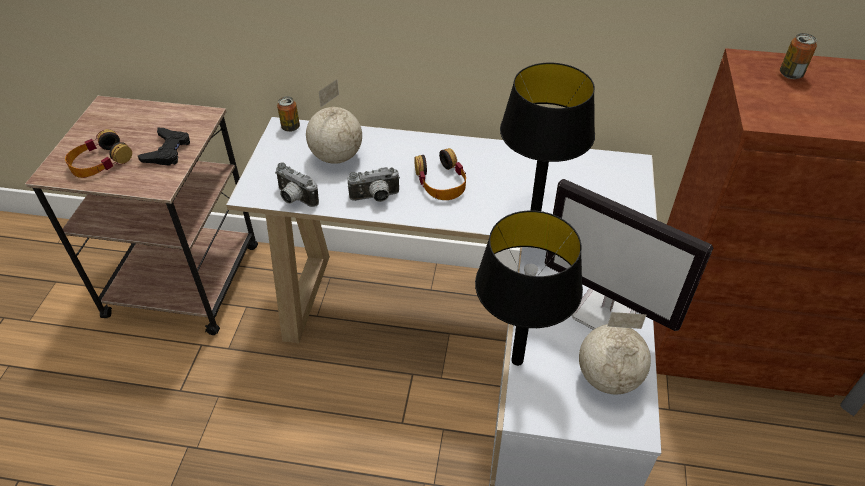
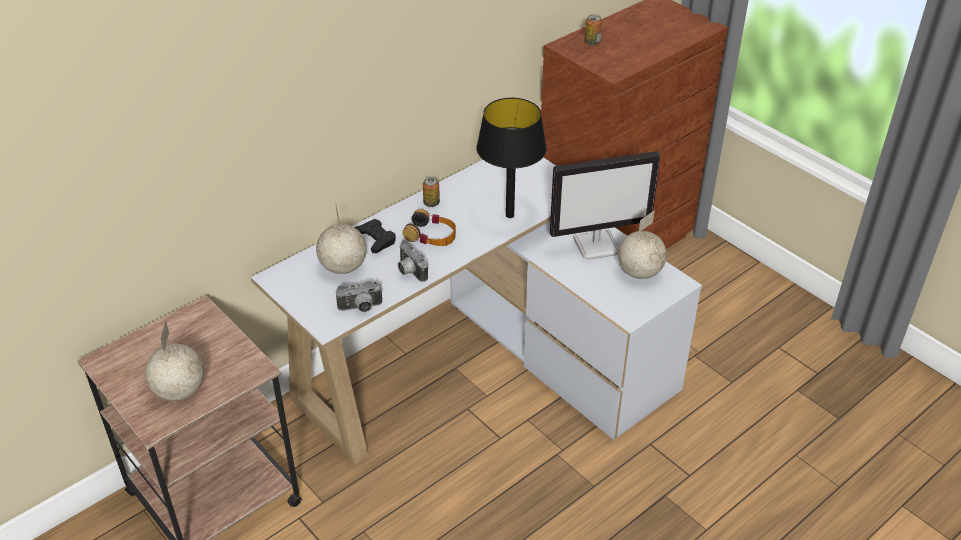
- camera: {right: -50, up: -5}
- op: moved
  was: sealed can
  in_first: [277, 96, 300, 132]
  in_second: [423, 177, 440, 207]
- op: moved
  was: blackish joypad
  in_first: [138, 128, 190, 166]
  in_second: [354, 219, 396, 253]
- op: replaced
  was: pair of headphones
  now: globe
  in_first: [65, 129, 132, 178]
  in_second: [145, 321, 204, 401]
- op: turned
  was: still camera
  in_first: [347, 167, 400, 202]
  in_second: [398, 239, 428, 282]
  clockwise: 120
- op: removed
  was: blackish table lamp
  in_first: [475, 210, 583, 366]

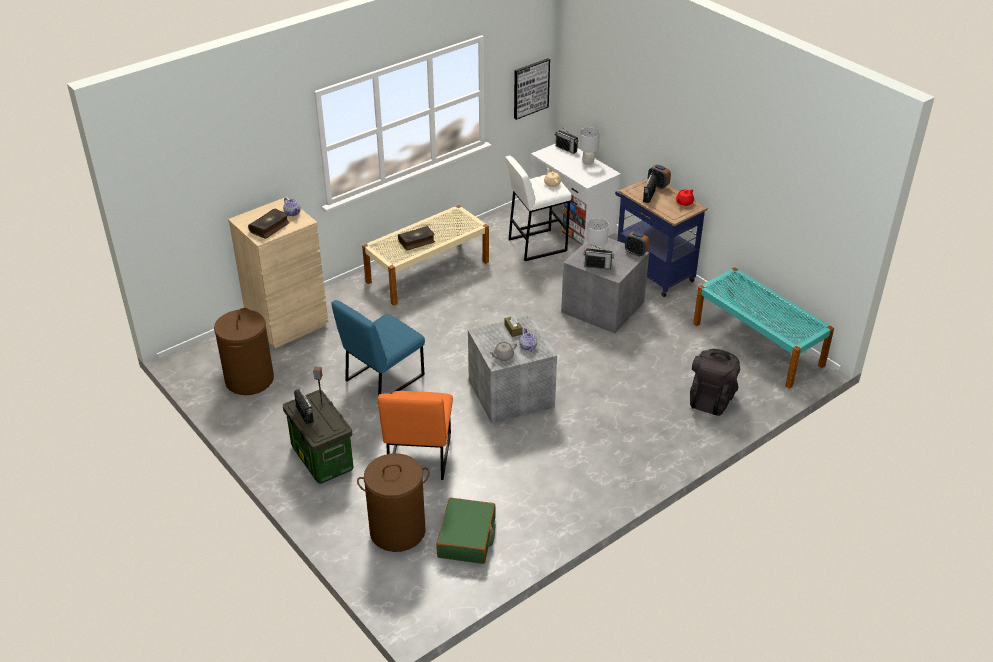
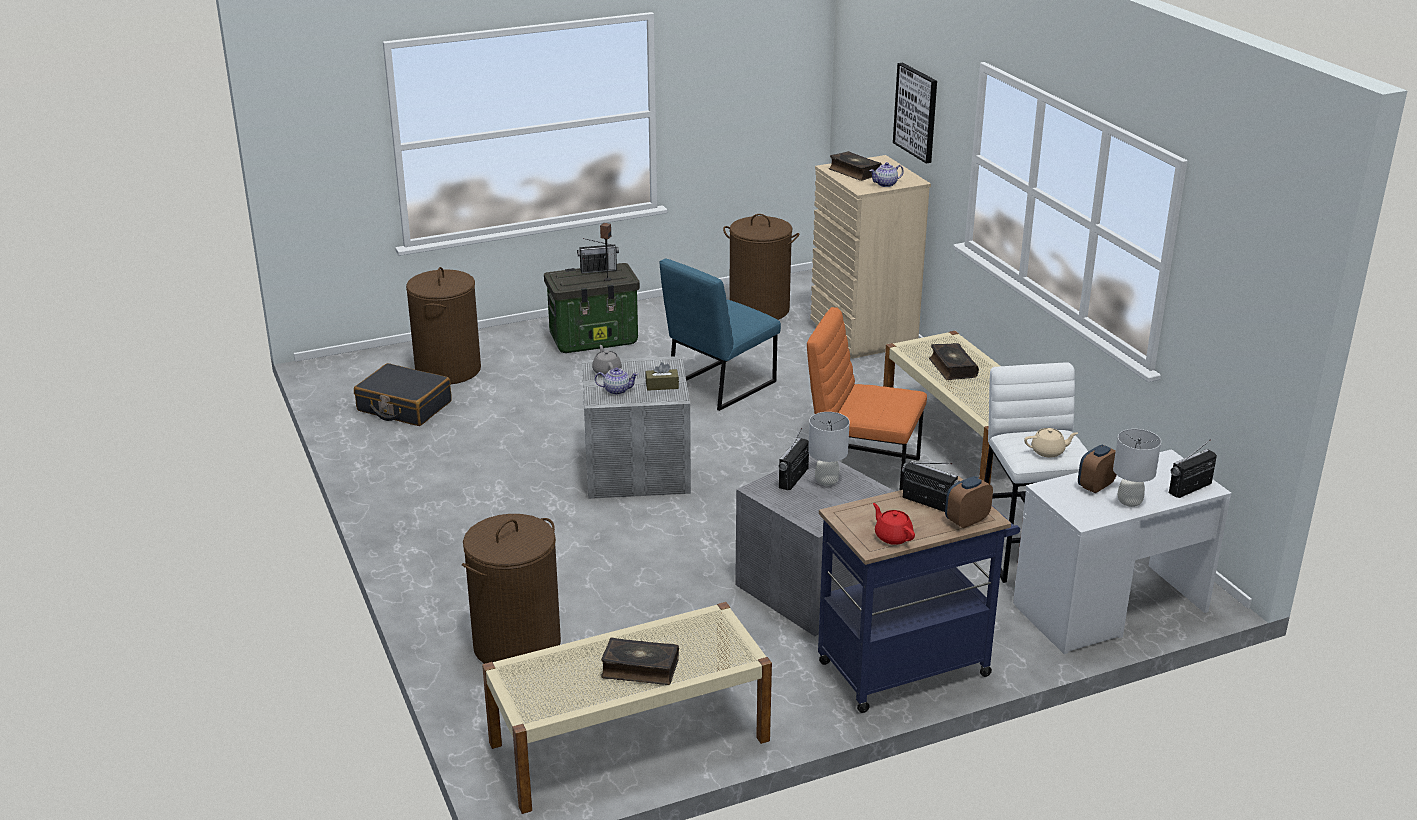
- camera: {right: 105, up: -10}
- op: moved
  was: wall picture
  in_first: [514, 58, 550, 120]
  in_second: [893, 63, 937, 164]
- op: moved
  was: bedside clock
  in_first: [625, 231, 649, 257]
  in_second: [1078, 445, 1117, 493]
- op: recoloured
  was: blue-green long seat
  now: beige-coloured long seat
  in_first: [693, 267, 834, 389]
  in_second: [482, 602, 772, 814]
- op: turned
  was: bluish upright chair
  in_first: [331, 300, 425, 395]
  in_second: [660, 259, 781, 411]
  clockwise: -105
- op: replaced
  was: blackish rucksack
  now: brown-coloured hamper
  in_first: [690, 349, 740, 416]
  in_second: [462, 514, 561, 664]
- op: moved
  was: orange-coloured upright chair
  in_first: [378, 391, 453, 480]
  in_second: [807, 307, 927, 490]
- op: recoloured
  was: green-coloured travel case
  now: blackish travel case
  in_first: [436, 498, 496, 564]
  in_second: [354, 363, 452, 426]
- op: added
  now: bound book
  in_second: [601, 637, 679, 685]

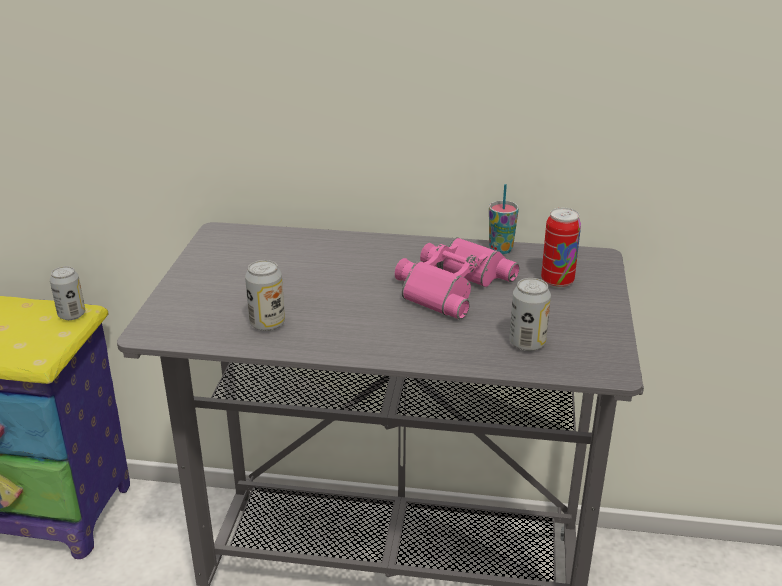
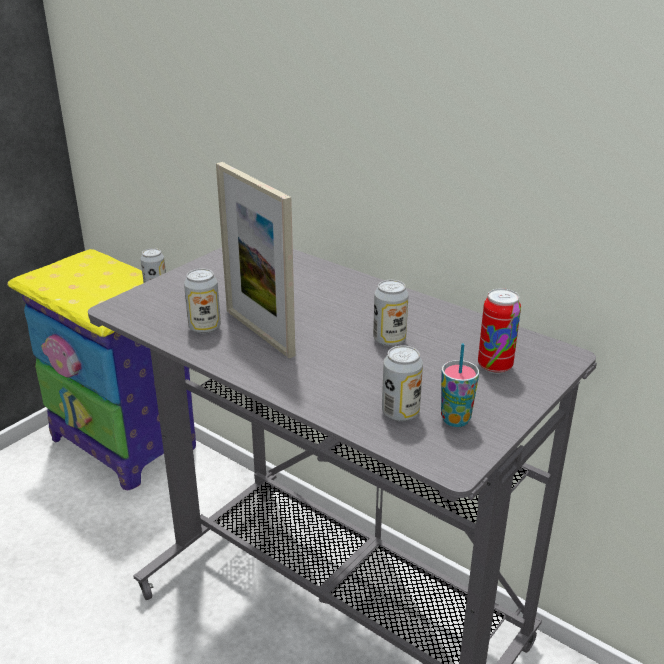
- camera: {right: 30, up: 0}
- op: moved
  was: cup
  in_first: [489, 184, 519, 254]
  in_second: [441, 343, 479, 427]
- op: replaced
  was: pinkish binoculars
  now: sealed can
  in_first: [395, 237, 519, 320]
  in_second: [373, 280, 409, 346]
- op: added
  now: standing frame
  in_second: [216, 162, 296, 358]

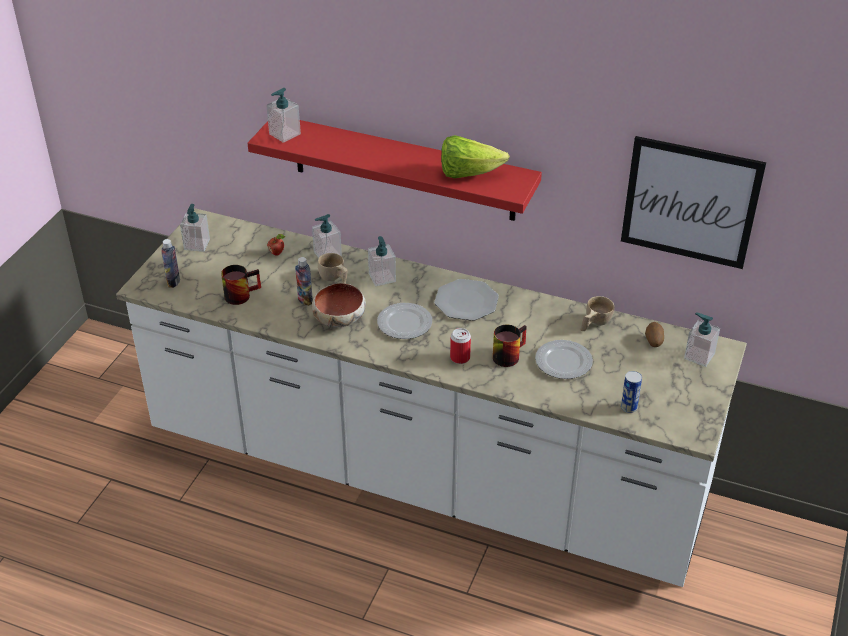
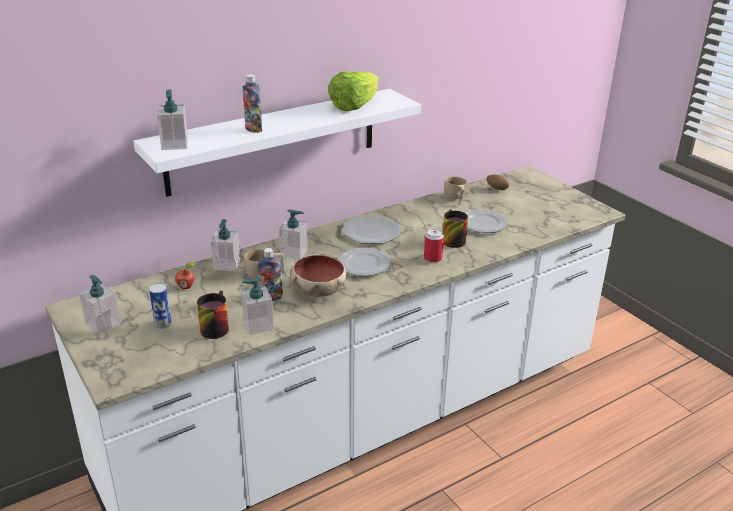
- camera: {right: -55, up: -10}
- op: recoloured
  was: red-coloured shelf
  now: white shelf
  in_first: [247, 120, 542, 221]
  in_second: [133, 89, 421, 197]
- op: removed
  was: wall picture
  in_first: [621, 136, 766, 269]
- op: moved
  was: bottle
  in_first: [161, 239, 180, 288]
  in_second: [243, 74, 262, 133]
- op: moved
  was: soap dispenser
  in_first: [684, 312, 720, 367]
  in_second: [241, 277, 274, 335]
- op: moved
  was: sealed can
  in_first: [621, 371, 642, 413]
  in_second: [149, 283, 171, 329]

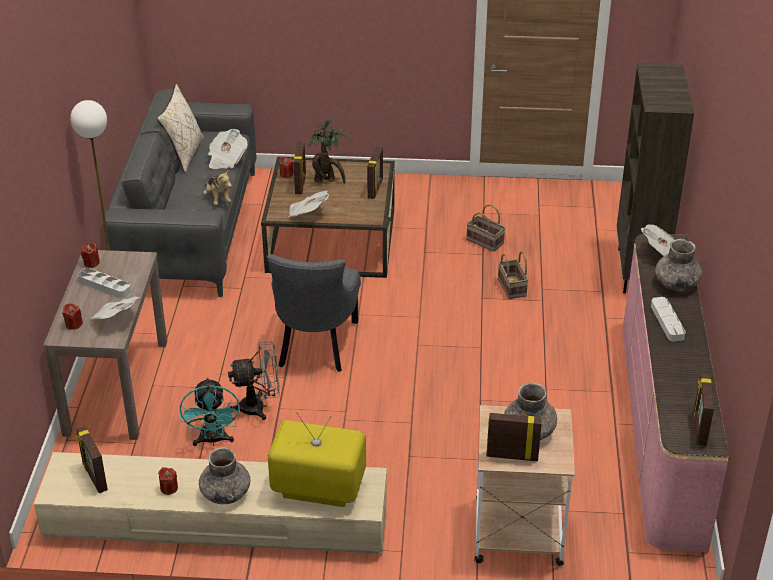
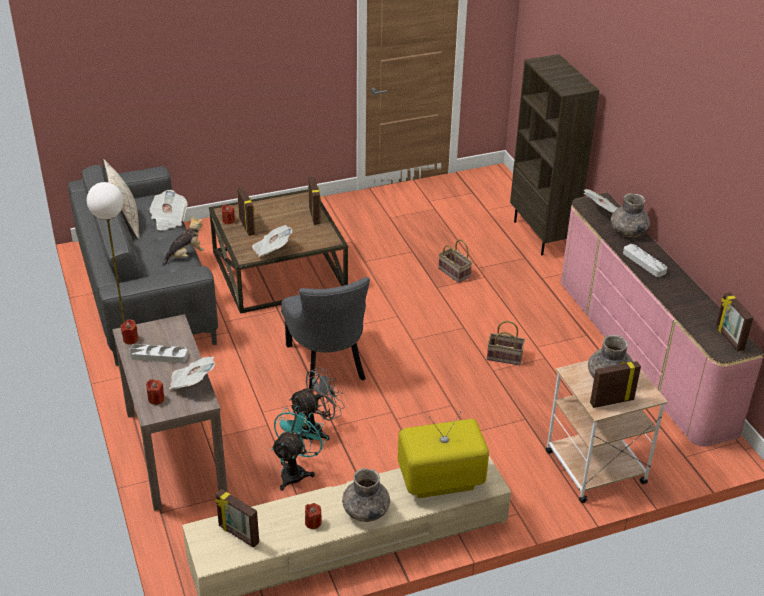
- camera: {right: -25, up: 0}
- op: removed
  was: houseplant
  in_first: [308, 119, 352, 184]
- op: turned
  was: soft toy
  in_first: [203, 171, 232, 205]
  in_second: [162, 216, 204, 266]
  clockwise: -75
- op: moved
  was: household basket
  in_first: [467, 204, 506, 252]
  in_second: [487, 321, 525, 365]
- op: turned
  was: blue-green cooling fan
  in_first: [180, 377, 240, 446]
  in_second: [271, 406, 328, 491]
  clockwise: -120

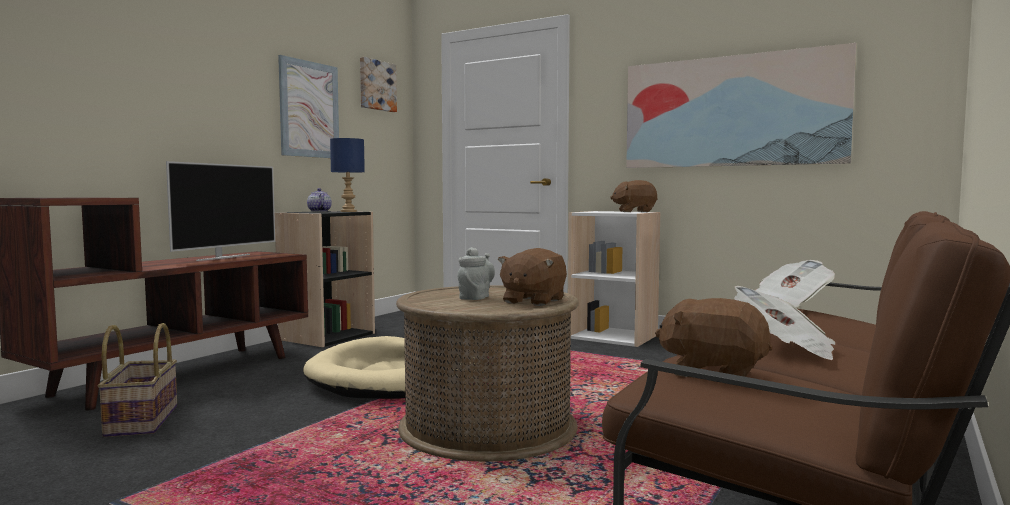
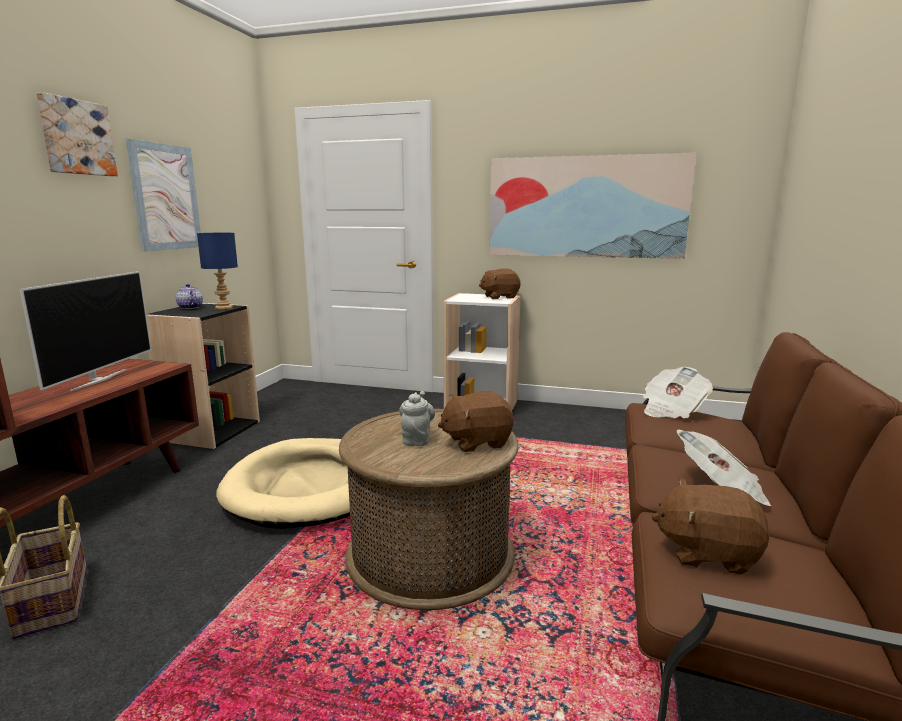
- camera: {right: -15, up: 10}
- op: moved
  was: wall picture
  in_first: [360, 57, 397, 112]
  in_second: [37, 92, 118, 176]
- op: turned
  was: brown-coloured soft toy
  in_first: [497, 248, 567, 306]
  in_second: [438, 392, 514, 452]
  clockwise: 60

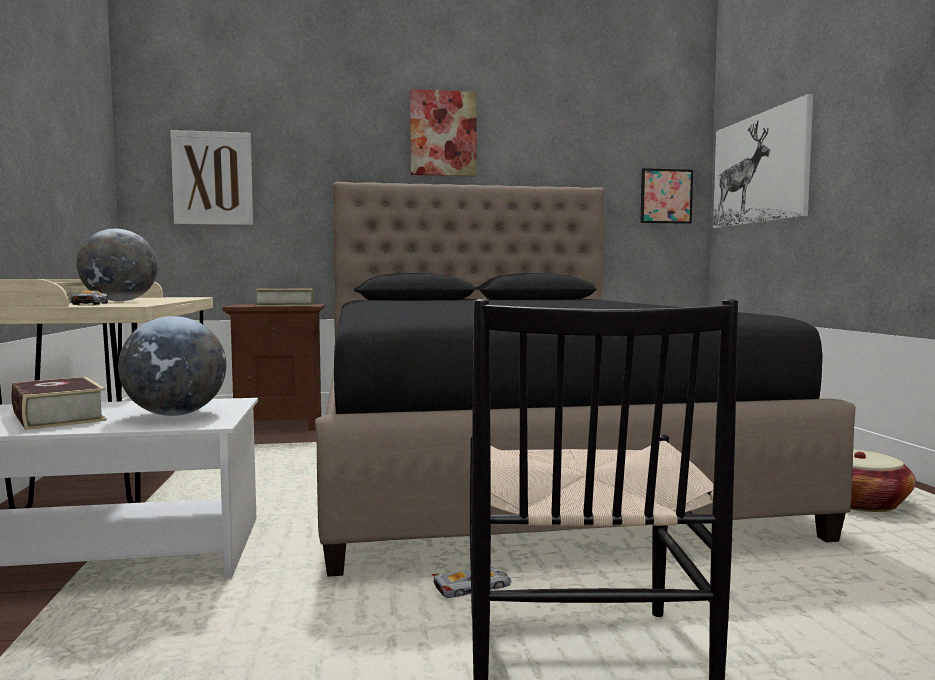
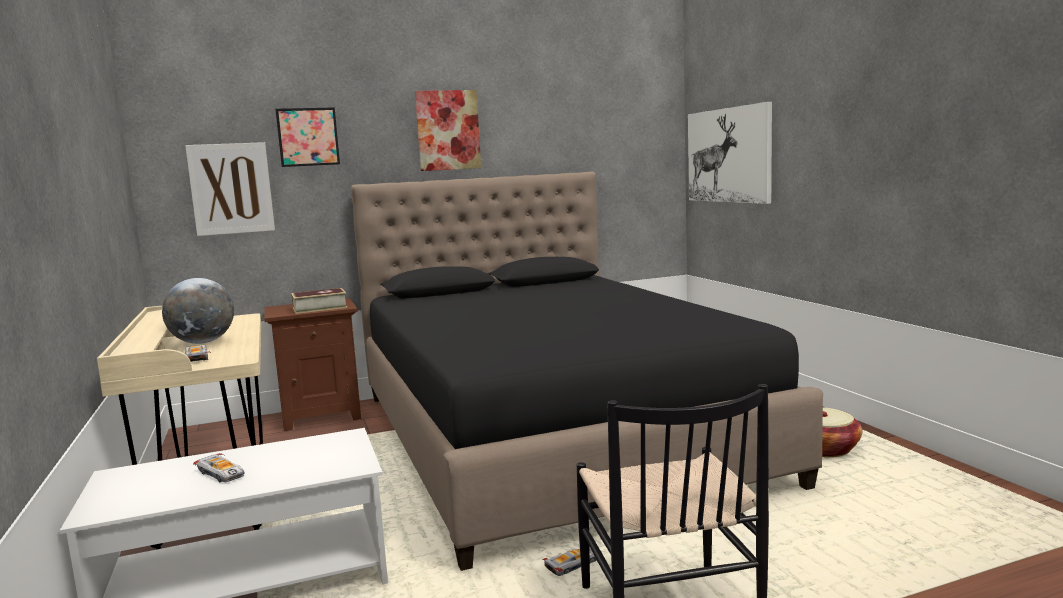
- camera: {right: -10, up: 5}
- op: moved
  was: wall picture
  in_first: [640, 168, 693, 224]
  in_second: [275, 107, 340, 167]
- op: removed
  was: globe
  in_first: [118, 316, 226, 416]
- op: replaced
  was: bound book
  now: toy car
  in_first: [11, 377, 107, 430]
  in_second: [193, 453, 245, 483]

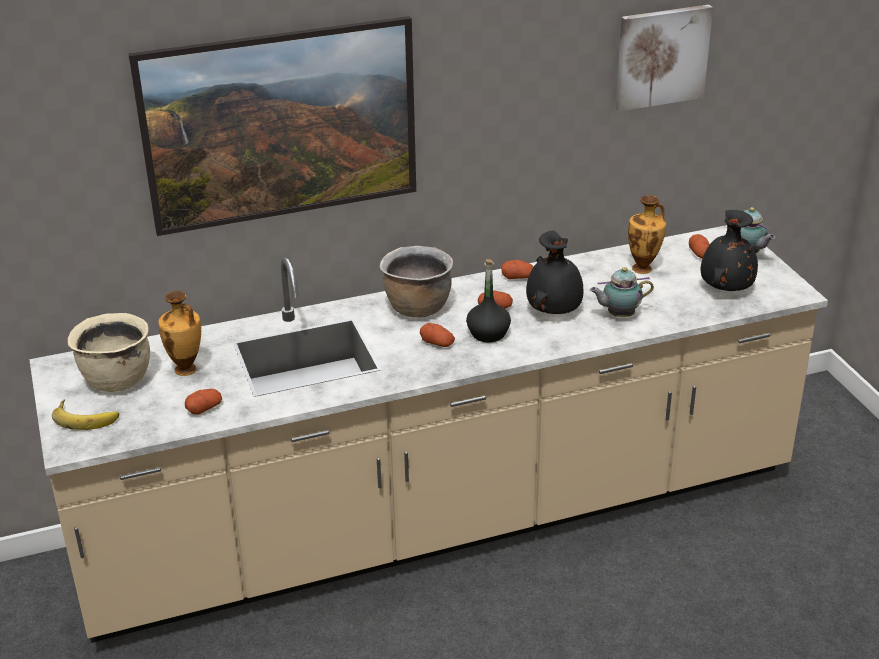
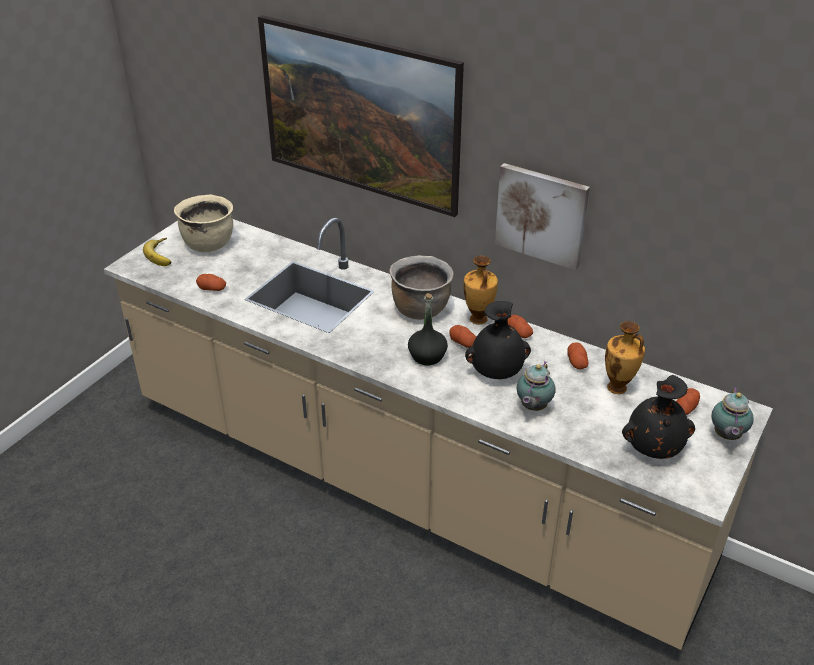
- camera: {right: 50, up: 5}
- op: moved
  was: wall picture
  in_first: [616, 5, 713, 112]
  in_second: [495, 163, 590, 270]
- op: turned
  was: teapot
  in_first: [590, 267, 654, 317]
  in_second: [517, 361, 556, 411]
  clockwise: -105
- op: moved
  was: vase
  in_first: [158, 291, 201, 376]
  in_second: [464, 256, 498, 324]
- op: moved
  was: whole potato
  in_first: [420, 323, 455, 347]
  in_second: [568, 342, 588, 369]

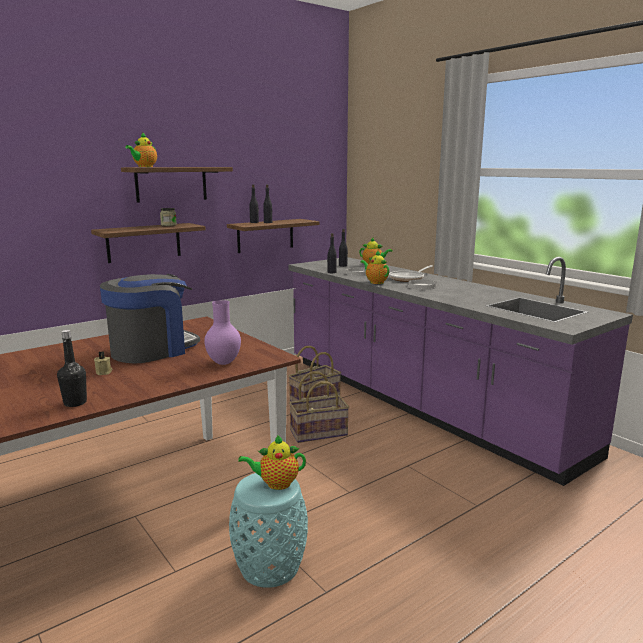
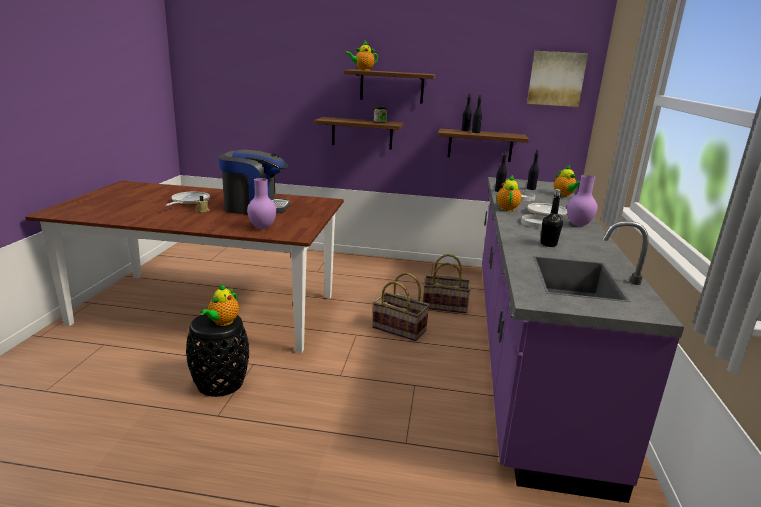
- camera: {right: 45, up: 5}
- op: moved
  was: blackish bottle
  in_first: [57, 330, 87, 407]
  in_second: [541, 189, 563, 247]
- op: turned
  was: teapot
  in_first: [239, 435, 306, 490]
  in_second: [200, 284, 239, 326]
  clockwise: -105
- op: recoloured
  was: blue-green stool seat
  now: blackish stool seat
  in_first: [229, 473, 308, 588]
  in_second: [186, 313, 249, 397]
- op: added
  now: wall picture
  in_second: [527, 51, 588, 107]
- op: added
  now: purplish vase
  in_second: [567, 175, 597, 227]
- op: added
  now: frying pan
  in_second: [166, 192, 210, 206]

